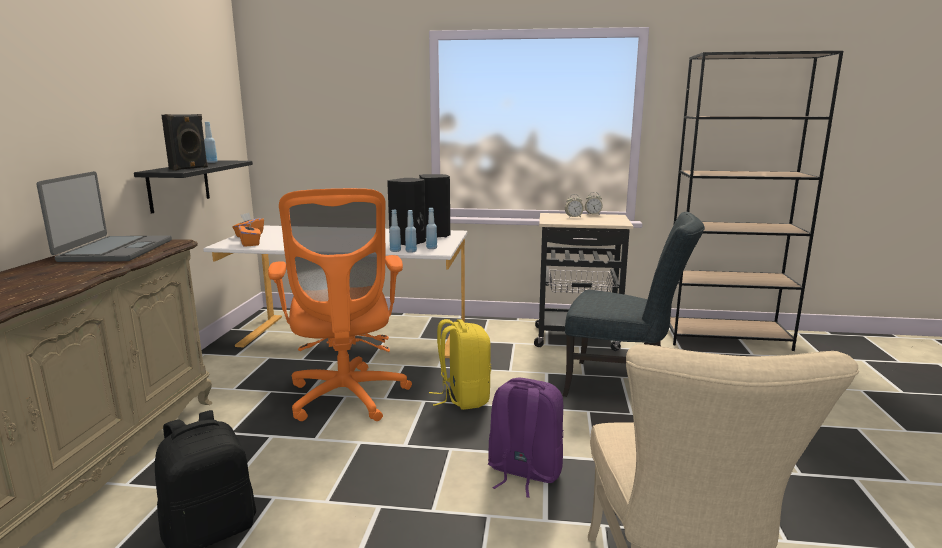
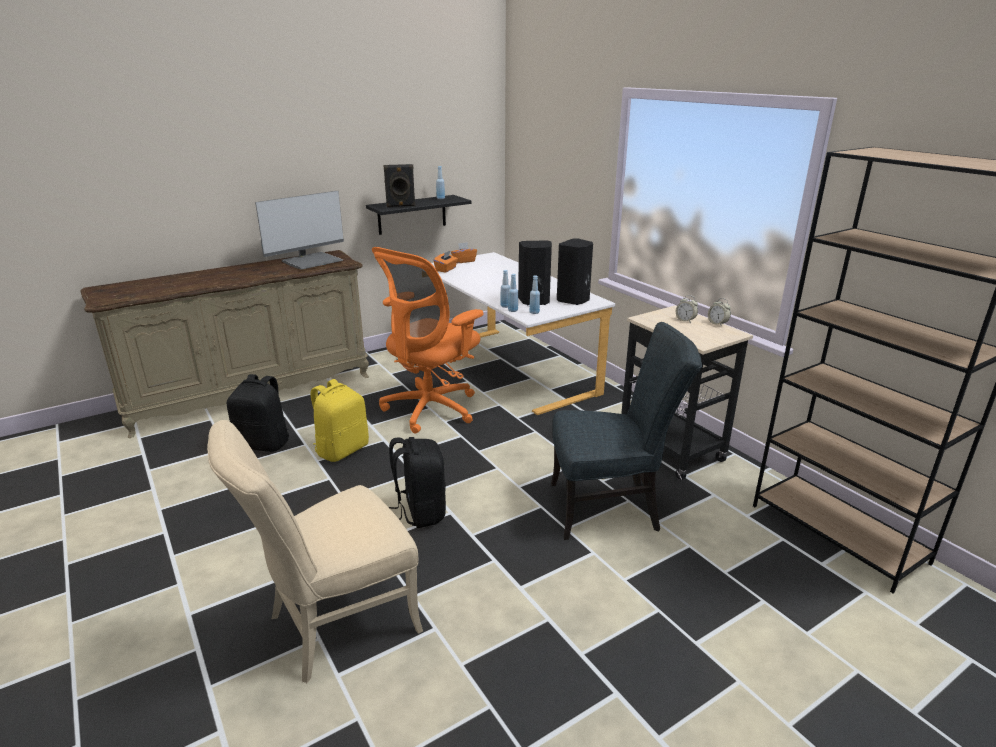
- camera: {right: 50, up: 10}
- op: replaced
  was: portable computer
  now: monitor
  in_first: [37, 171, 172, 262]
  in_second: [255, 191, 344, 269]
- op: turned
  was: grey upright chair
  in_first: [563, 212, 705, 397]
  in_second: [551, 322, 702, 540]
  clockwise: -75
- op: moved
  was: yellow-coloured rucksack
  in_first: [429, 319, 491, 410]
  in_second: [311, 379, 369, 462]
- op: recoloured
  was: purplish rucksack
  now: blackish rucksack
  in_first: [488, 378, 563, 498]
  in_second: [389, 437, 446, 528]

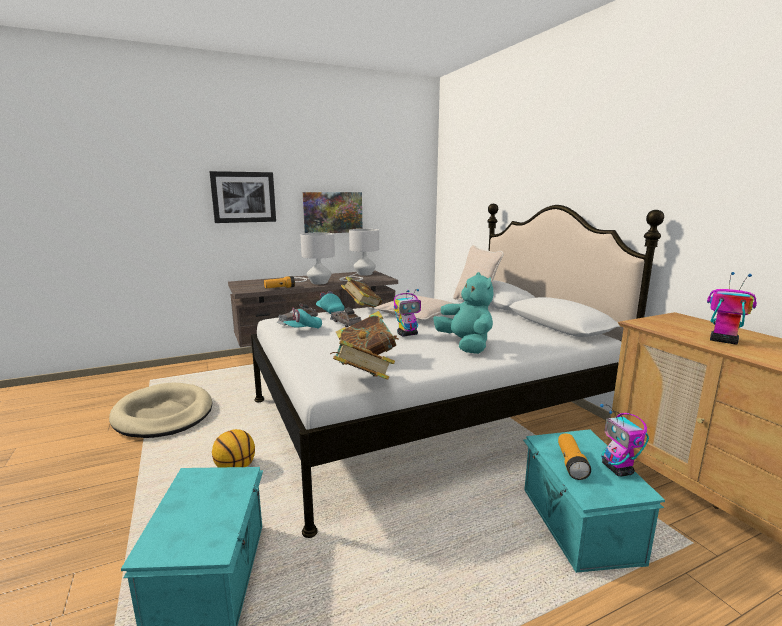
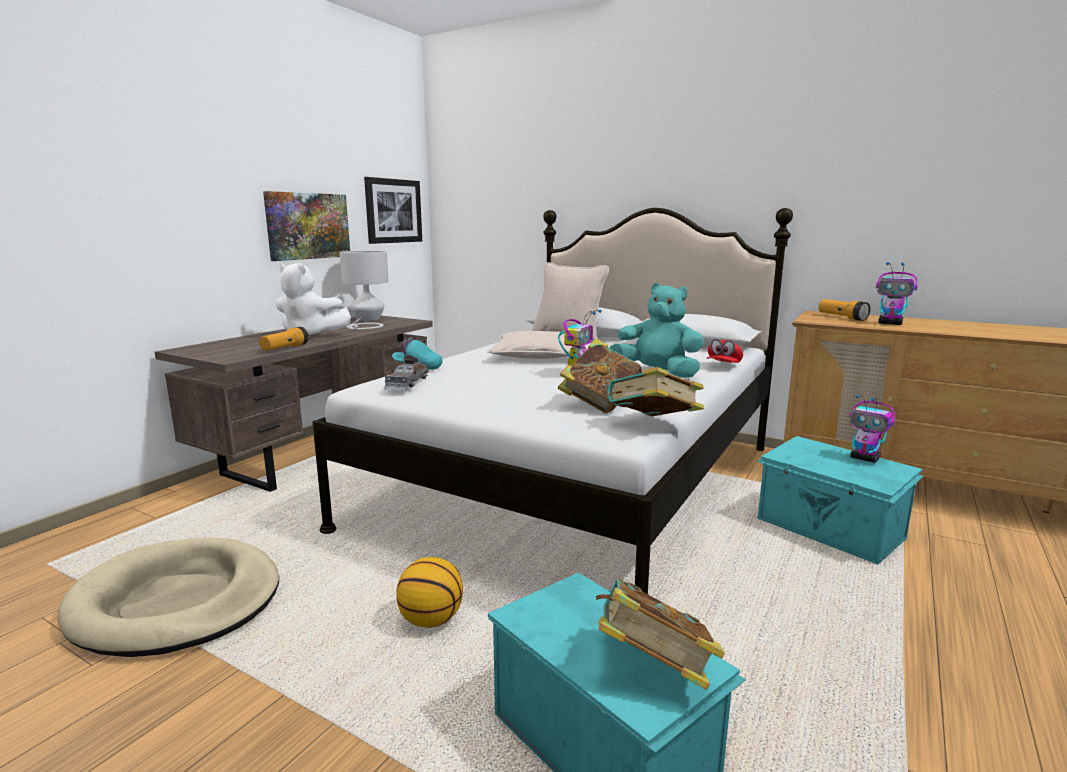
- camera: {right: -35, up: 0}
- op: moved
  was: wall picture
  in_first: [209, 171, 276, 223]
  in_second: [364, 177, 422, 244]
- op: replaced
  was: white table lamp
  now: white soft toy
  in_first: [289, 232, 335, 284]
  in_second: [275, 263, 351, 335]
- op: turned
  was: robot figure
  in_first: [707, 272, 757, 345]
  in_second: [876, 262, 918, 325]
  clockwise: -150
- op: moved
  was: bound book
  in_first: [341, 276, 382, 308]
  in_second: [596, 579, 725, 690]
- op: removed
  was: grey toy car
  in_first: [330, 307, 362, 327]
- op: removed
  was: blue-green baseball cap
  in_first: [284, 308, 322, 328]
- op: moved
  was: hand torch
  in_first: [558, 433, 591, 480]
  in_second: [819, 299, 871, 321]
- op: added
  now: red-coloured baseball cap
  in_second: [706, 338, 743, 363]

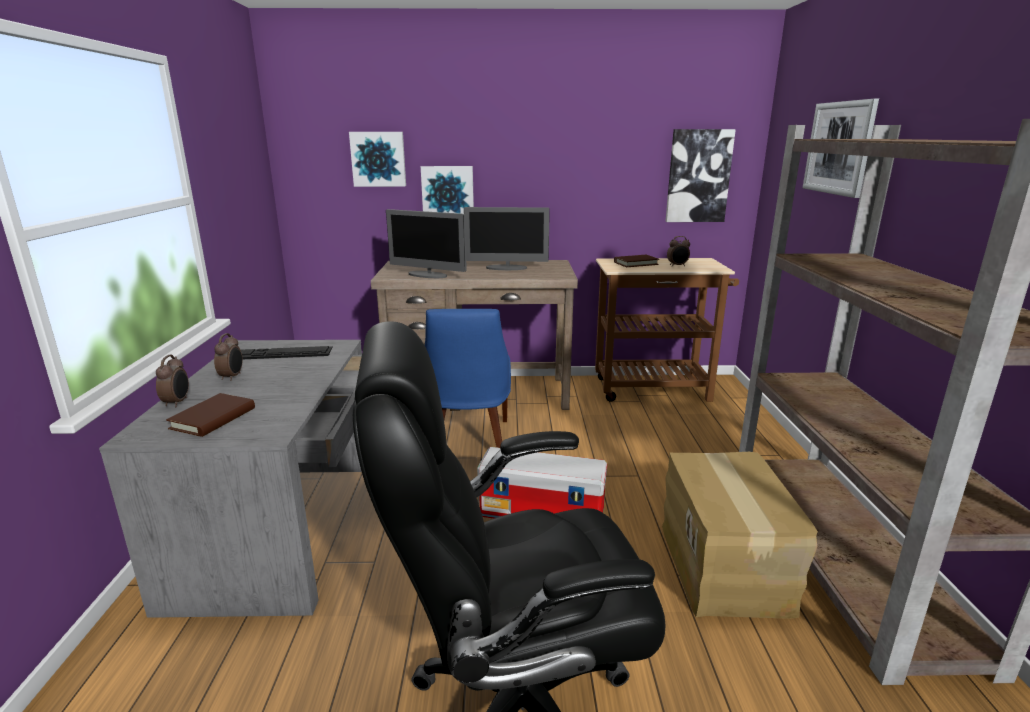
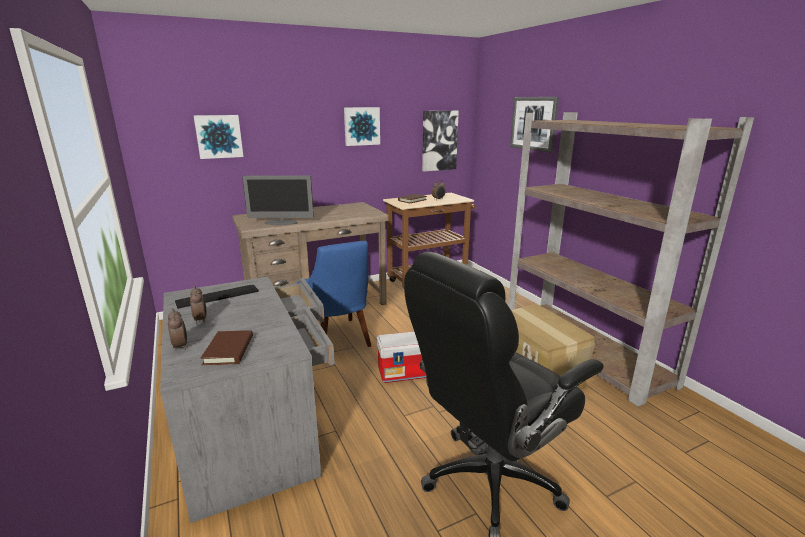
- camera: {right: -25, up: 0}
- op: moved
  was: wall picture
  in_first: [421, 166, 474, 214]
  in_second: [344, 107, 380, 146]
- op: removed
  was: monitor
  in_first: [464, 207, 550, 270]

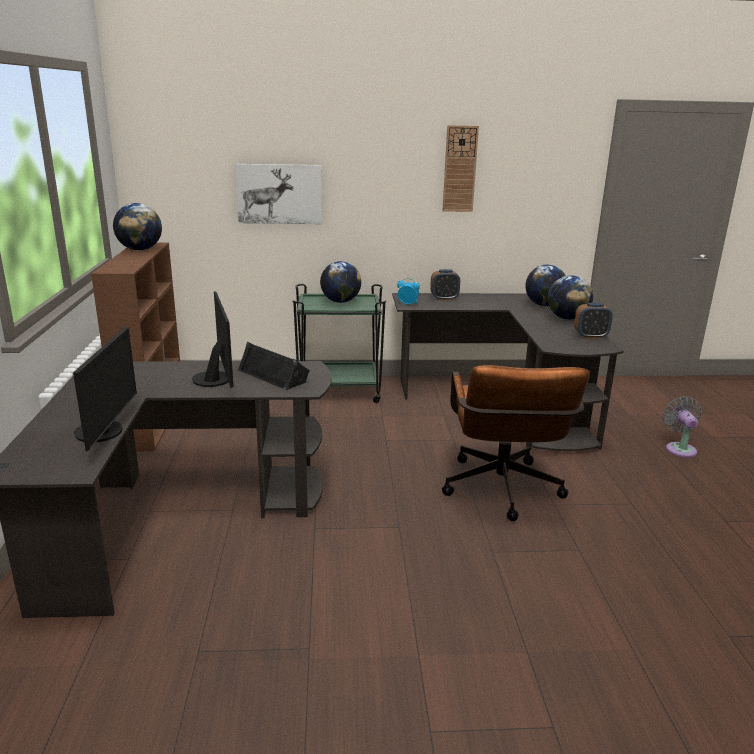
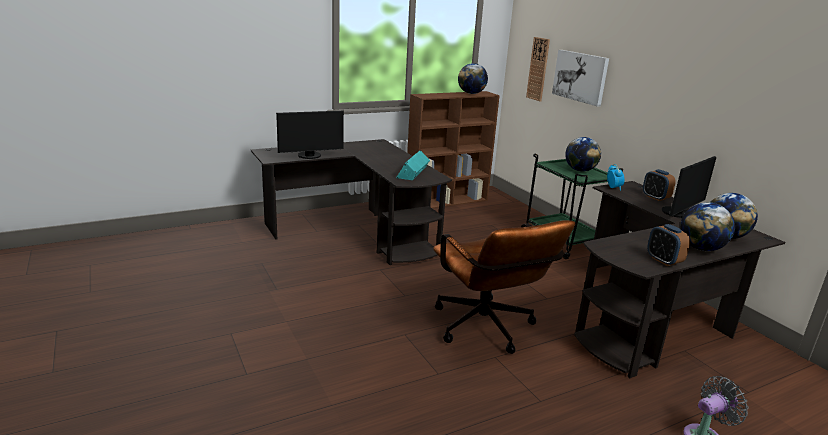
- camera: {right: 65, up: 0}
- op: moved
  was: clock on the wall
  in_first: [443, 125, 479, 212]
  in_second: [526, 37, 550, 101]
- op: moved
  was: monitor
  in_first: [192, 291, 233, 388]
  in_second: [662, 156, 716, 218]
- op: recoloured
  was: blackish speaker
  now: blue-green speaker
  in_first: [238, 342, 310, 390]
  in_second: [396, 149, 430, 180]
- op: turned
  was: brown-coloured desk chair
  in_first: [442, 365, 590, 521]
  in_second: [433, 220, 575, 354]
  clockwise: -90

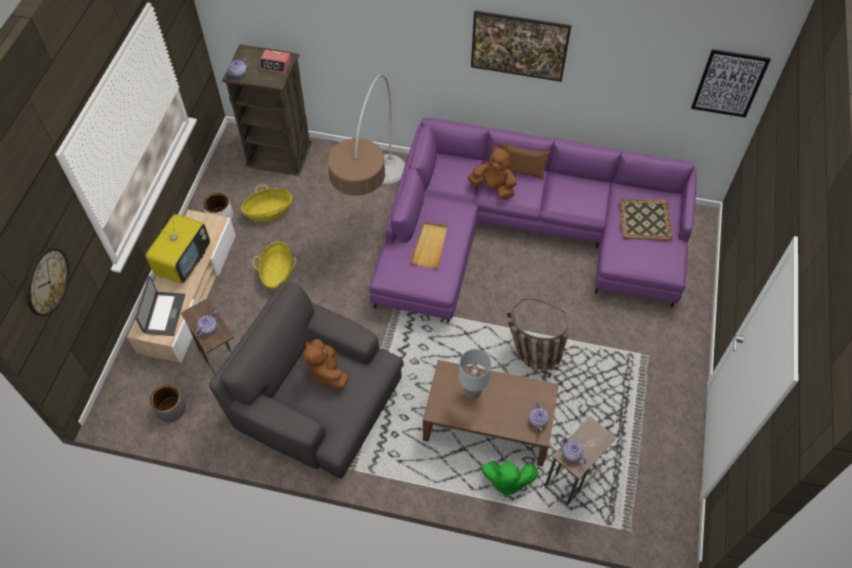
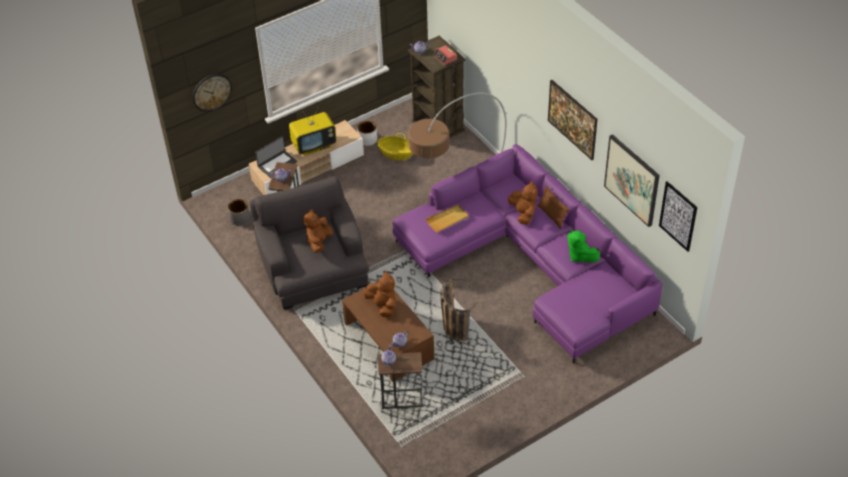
- camera: {right: 45, up: -10}
- op: removed
  was: tray
  in_first: [619, 199, 673, 241]
- op: removed
  was: household basket
  in_first: [253, 242, 296, 289]
- op: replaced
  was: grey table lamp
  now: brown-coloured soft toy
  in_first: [459, 349, 491, 399]
  in_second: [363, 271, 396, 317]
- op: moved
  was: green-coloured soft toy
  in_first: [482, 461, 539, 497]
  in_second: [567, 230, 600, 262]
- op: added
  now: wall picture
  in_second: [604, 134, 660, 227]

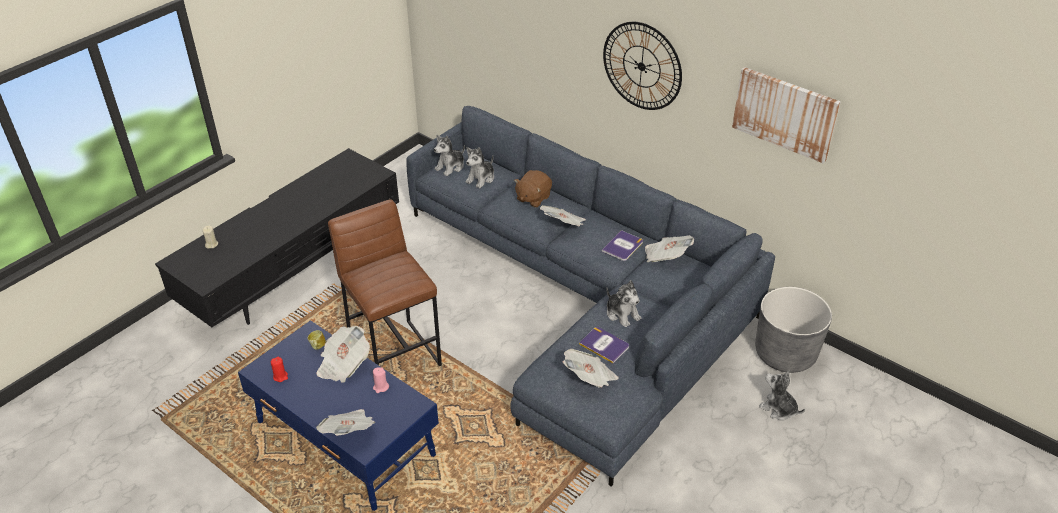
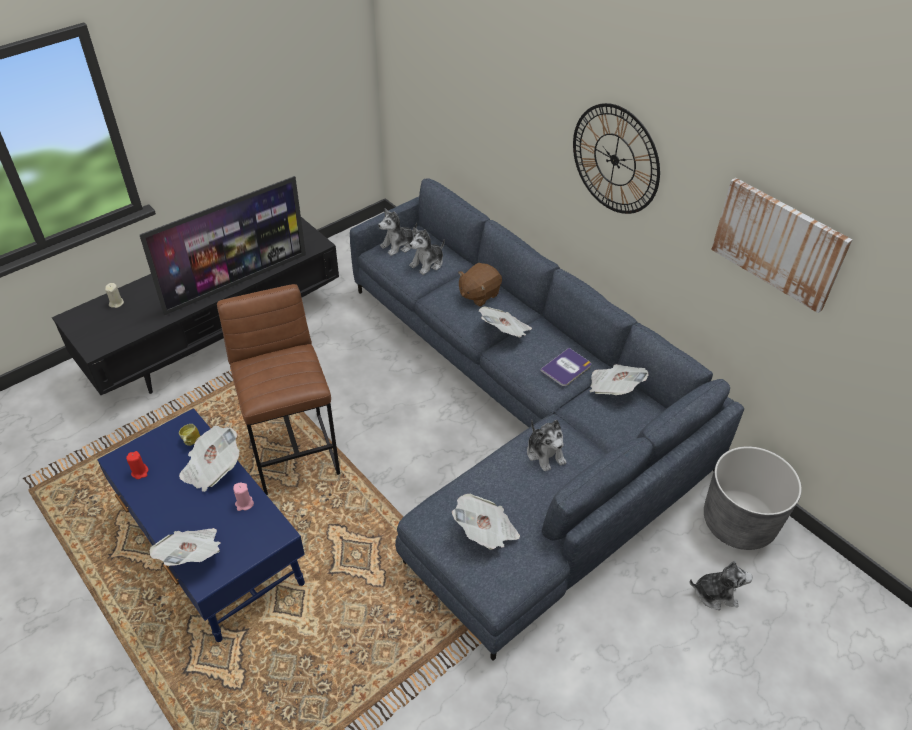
- camera: {right: 10, up: 5}
- op: removed
  was: bound book
  in_first: [579, 327, 629, 363]
- op: turned
  was: soft toy
  in_first: [759, 370, 805, 421]
  in_second: [690, 561, 753, 610]
  clockwise: 135
- op: added
  now: TV set
  in_second: [140, 176, 306, 315]

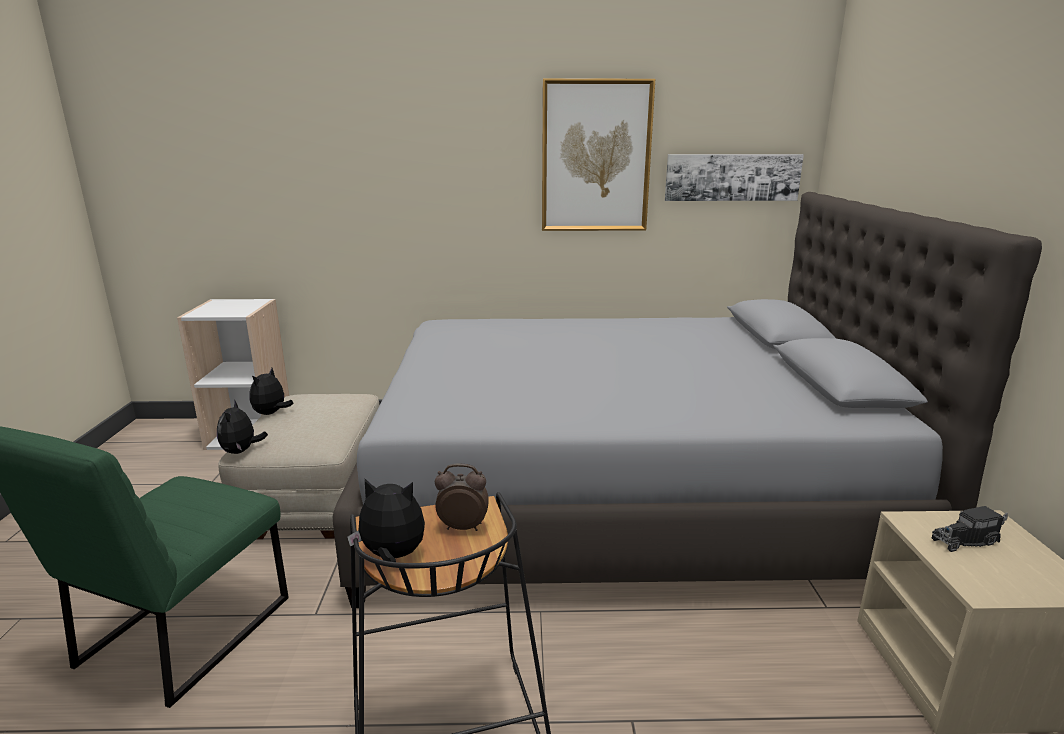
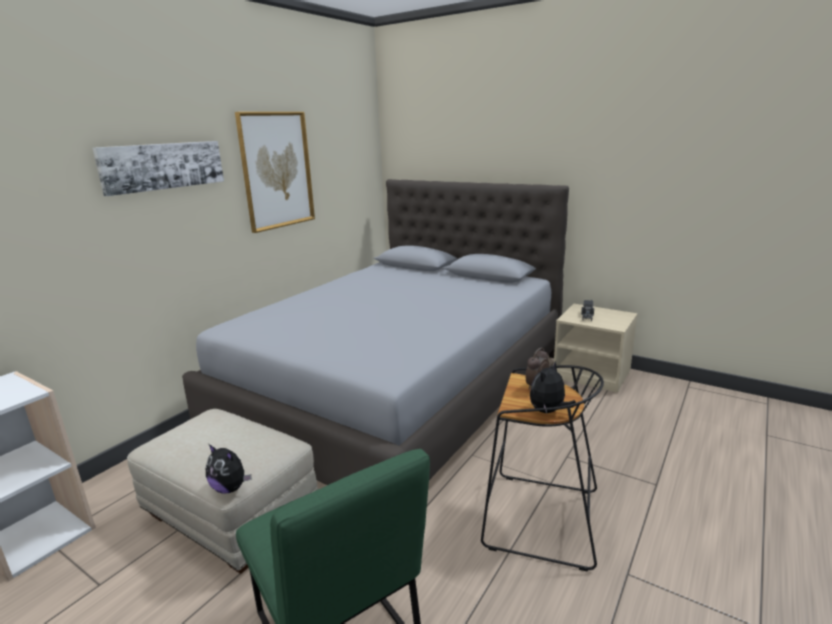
- camera: {right: -55, up: 0}
- op: moved
  was: wall picture
  in_first: [665, 154, 804, 201]
  in_second: [93, 141, 224, 196]
- op: removed
  was: soft toy
  in_first: [250, 368, 293, 415]

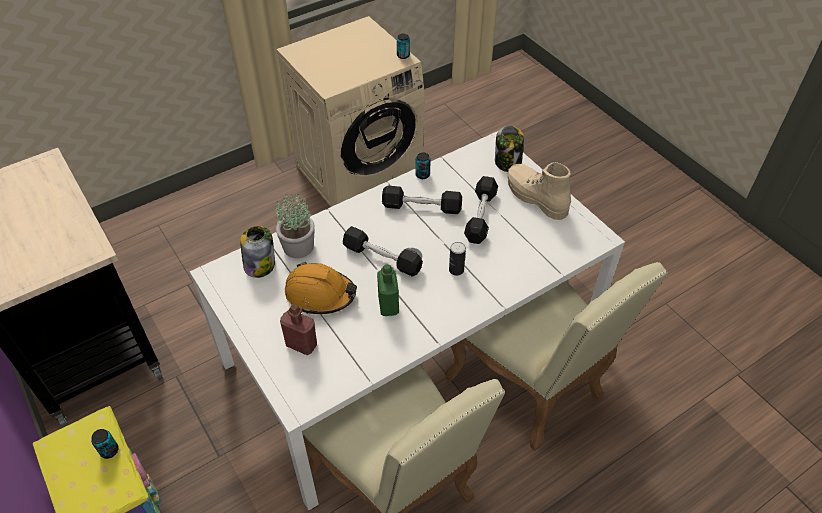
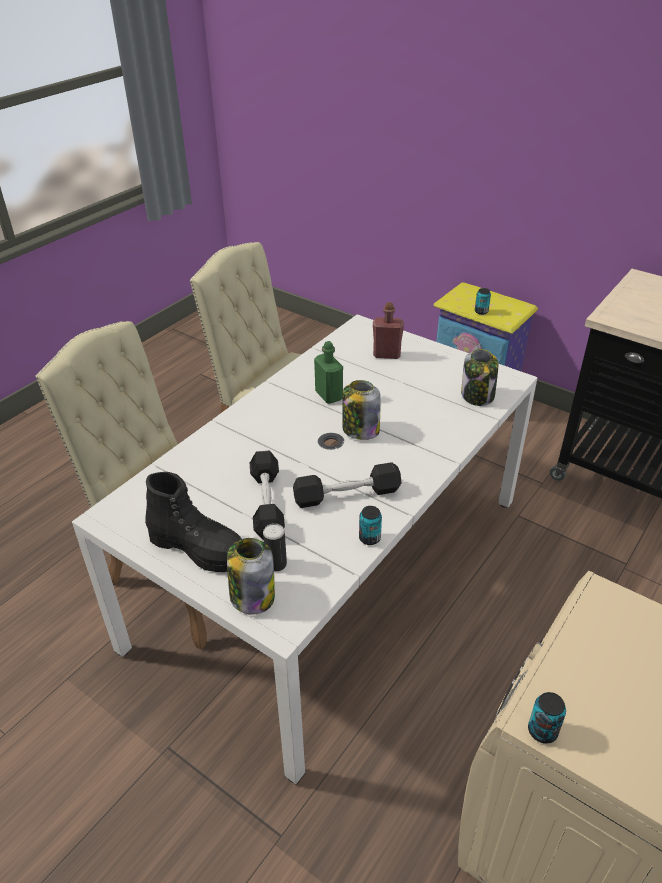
- camera: {right: 160, up: -10}
- op: recoloured
  was: beige-coloured high-top boot
  now: blackish high-top boot
  in_first: [508, 162, 571, 220]
  in_second: [145, 472, 242, 572]
- op: removed
  was: houseplant
  in_first: [276, 194, 315, 258]
- op: replaced
  was: blackish dumbbell
  now: preserve jar
  in_first: [343, 226, 423, 276]
  in_second: [342, 380, 381, 440]
- op: moved
  was: sealed can
  in_first: [449, 242, 466, 276]
  in_second: [263, 523, 287, 572]
- op: removed
  was: orange-coloured hard hat
  in_first: [285, 262, 357, 314]

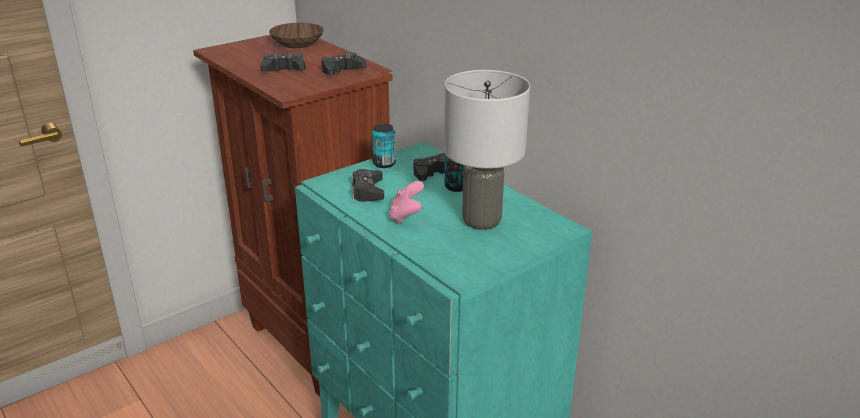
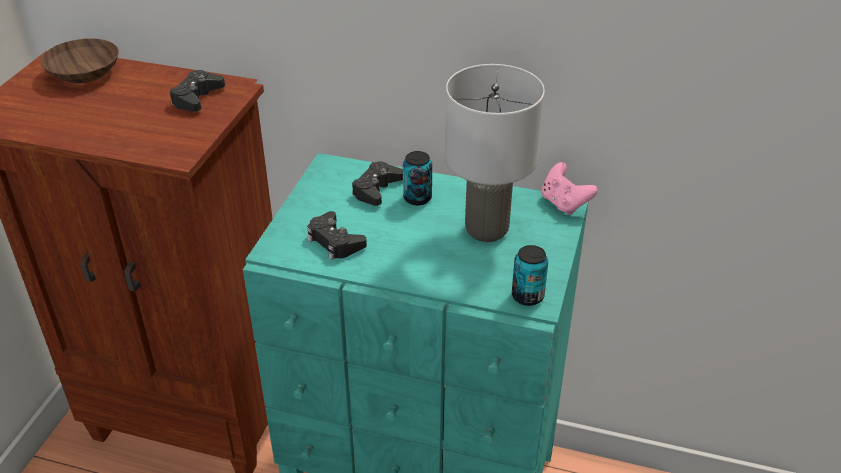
- camera: {right: -35, up: 10}
- op: removed
  was: blackish joypad
  in_first: [260, 53, 306, 72]
- op: moved
  was: sealed can
  in_first: [372, 124, 396, 168]
  in_second: [512, 245, 548, 306]
- op: moved
  was: pinkish joypad
  in_first: [389, 181, 424, 224]
  in_second: [542, 162, 598, 215]

